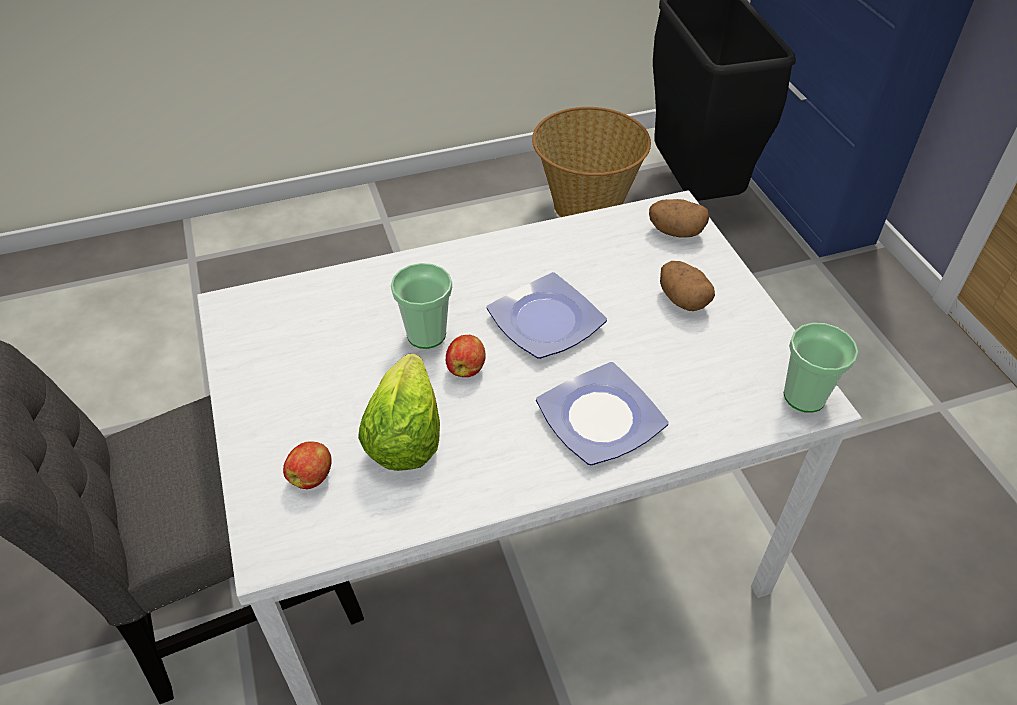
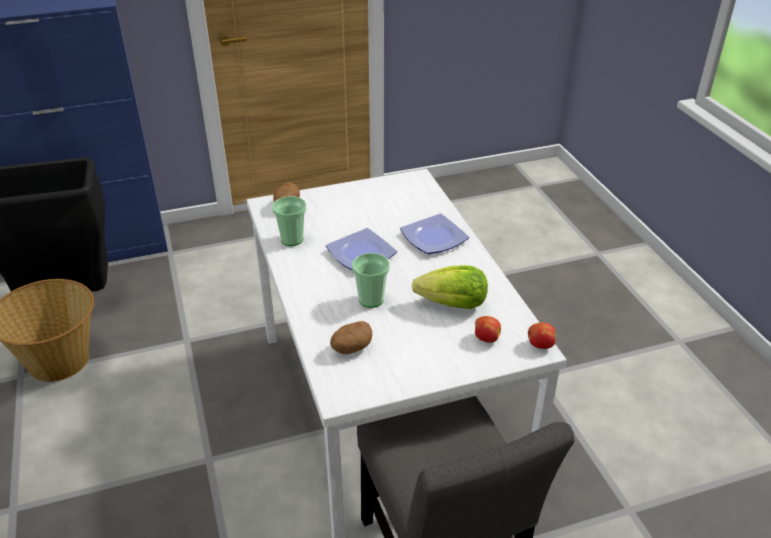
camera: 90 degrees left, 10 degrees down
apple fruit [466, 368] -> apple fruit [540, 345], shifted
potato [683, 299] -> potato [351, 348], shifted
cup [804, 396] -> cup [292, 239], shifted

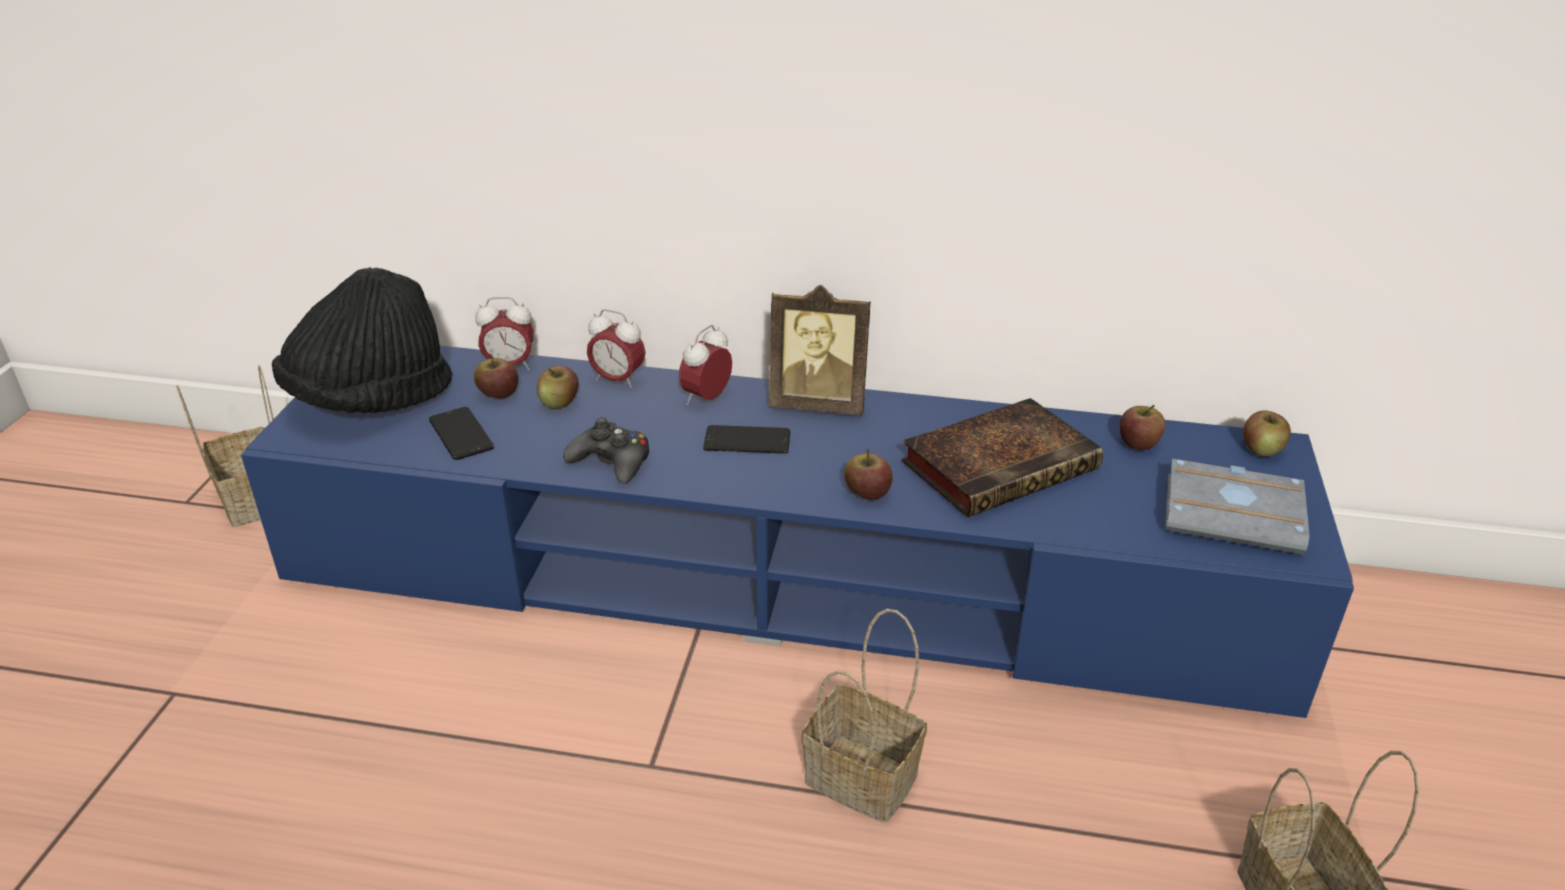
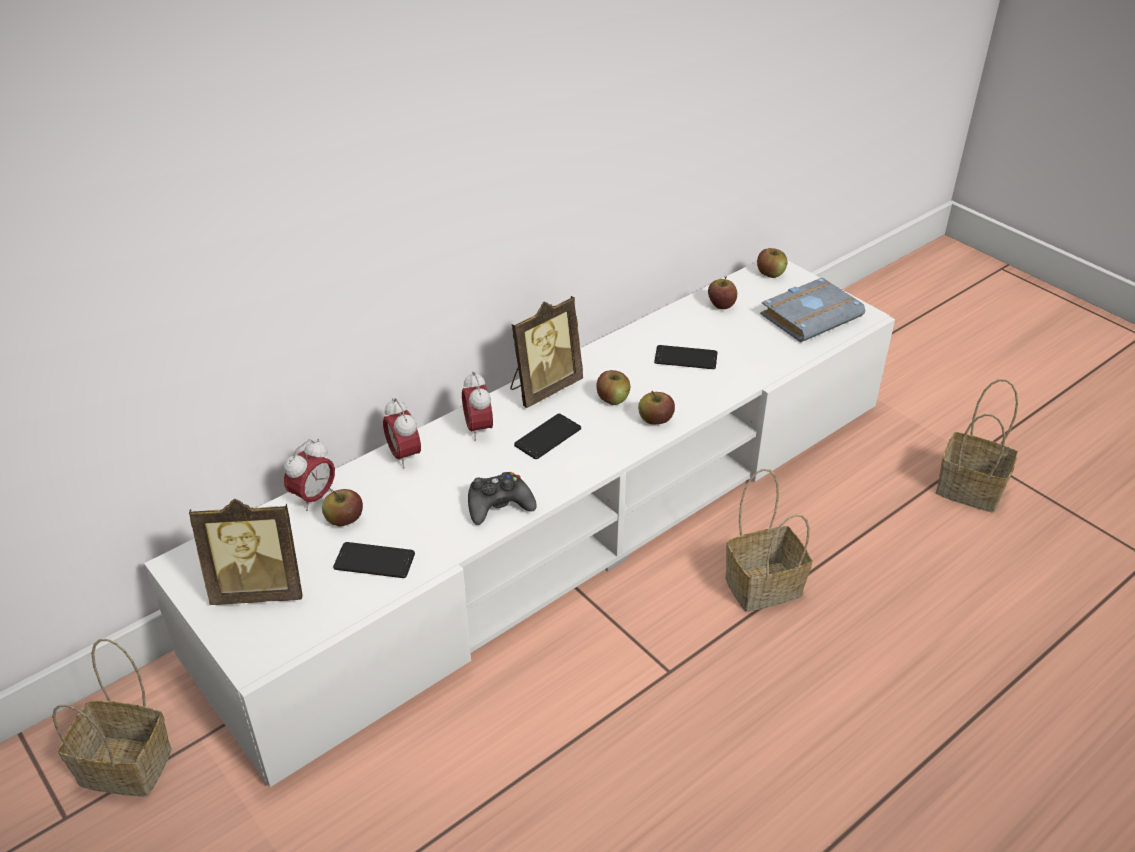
camera: 50 degrees left, 5 degrees up
blue-coloured tv unit [784, 576] -> white tv unit [569, 520]
blackish wearable hat [371, 398] -> standing frame [260, 589]
apple fruit [559, 403] -> apple fruit [613, 399], shifted
bedside clock [618, 380] -> bedside clock [404, 456], 90 degrees clockwise
volume [1002, 464] -> telephone [685, 358]

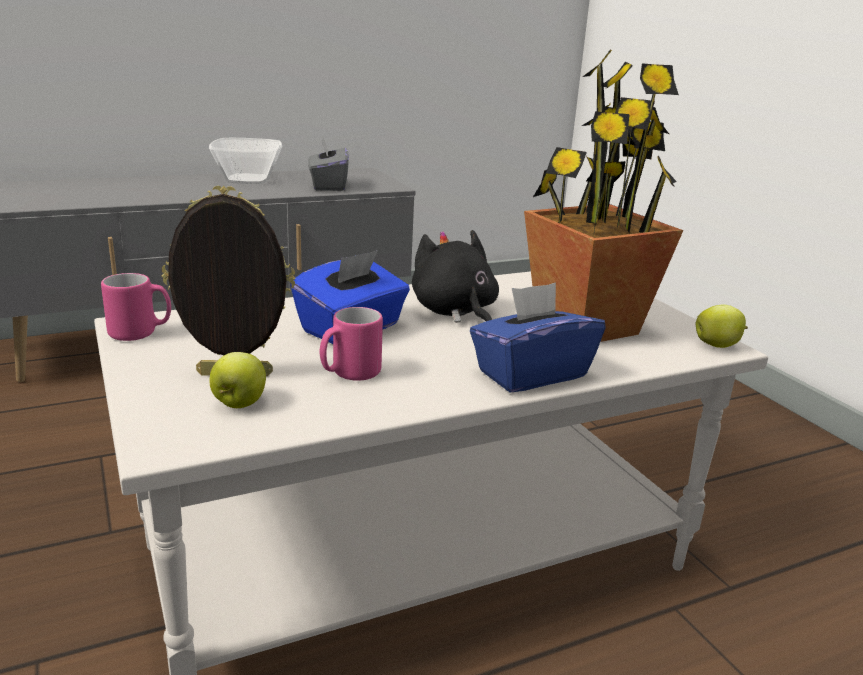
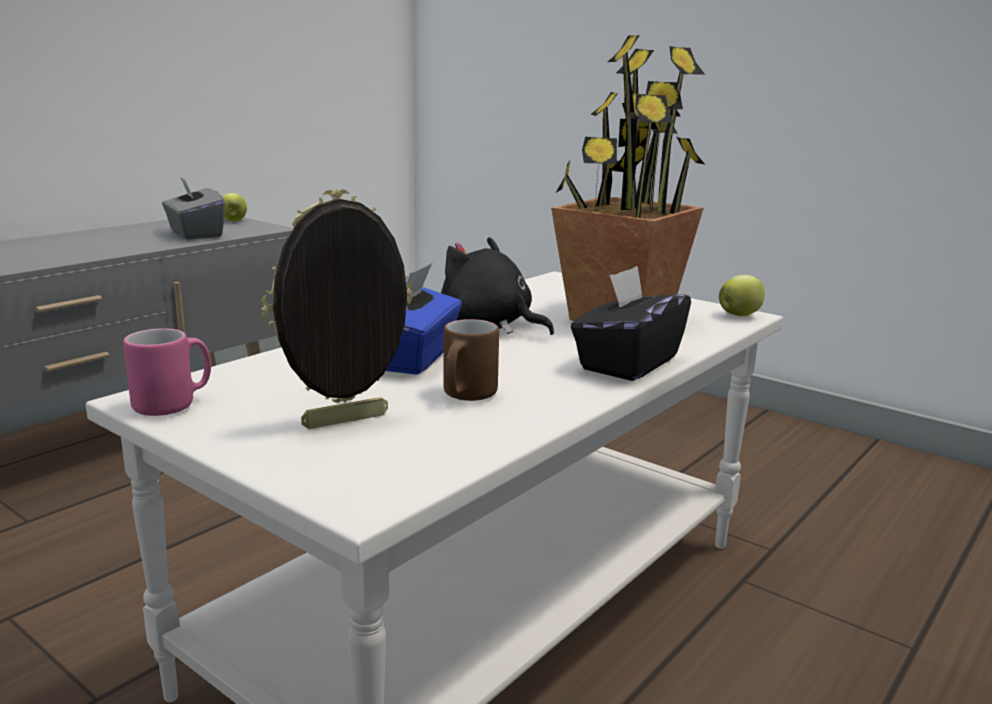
camera: 25 degrees left, 5 degrees down
deep dish [248, 180] -> none
apple fruit [239, 404] -> apple fruit [233, 220], shifted
pinkish coffee mug [349, 374] -> brownish coffee mug [466, 396]
blue-coloured tissue box [531, 374] -> blackish tissue box [627, 363]

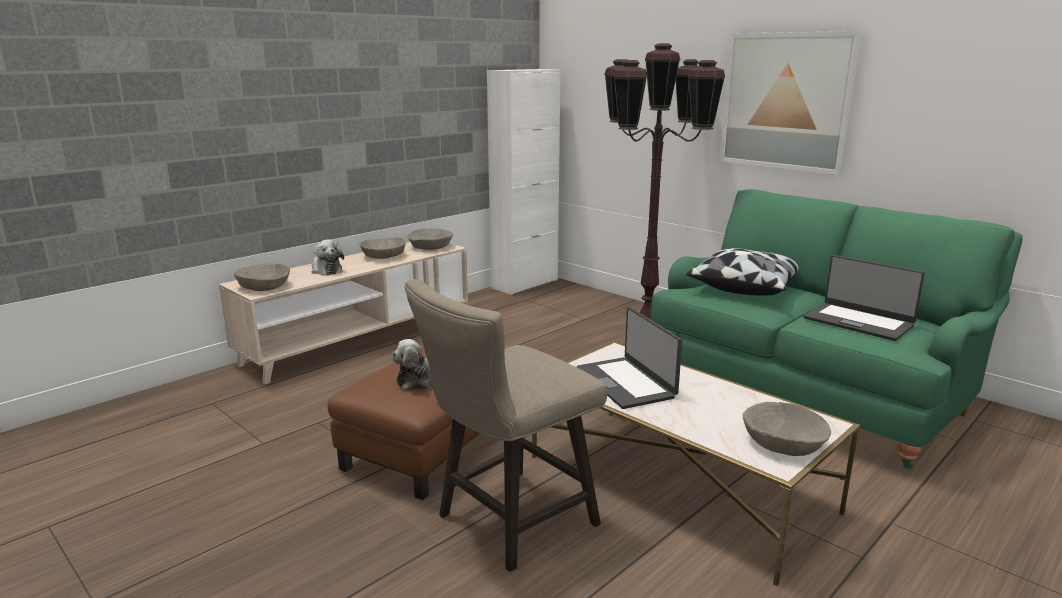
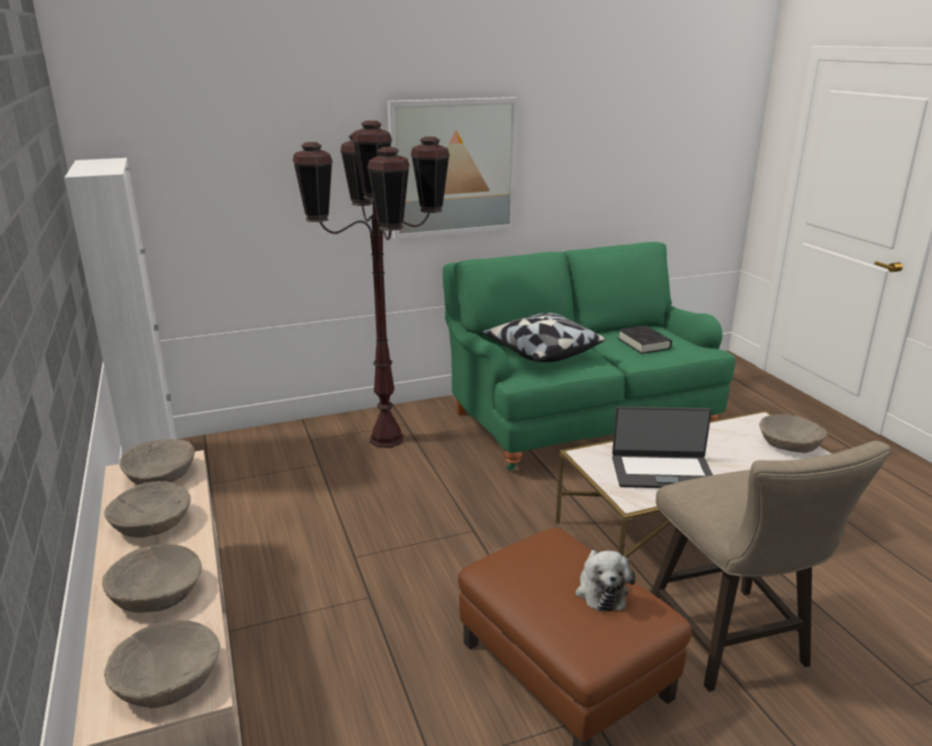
camera: 65 degrees left, 5 degrees up
cuddly toy [326, 270] -> sand-coloured deep dish [156, 593]
notebook computer [858, 321] -> blackish volume [644, 343]

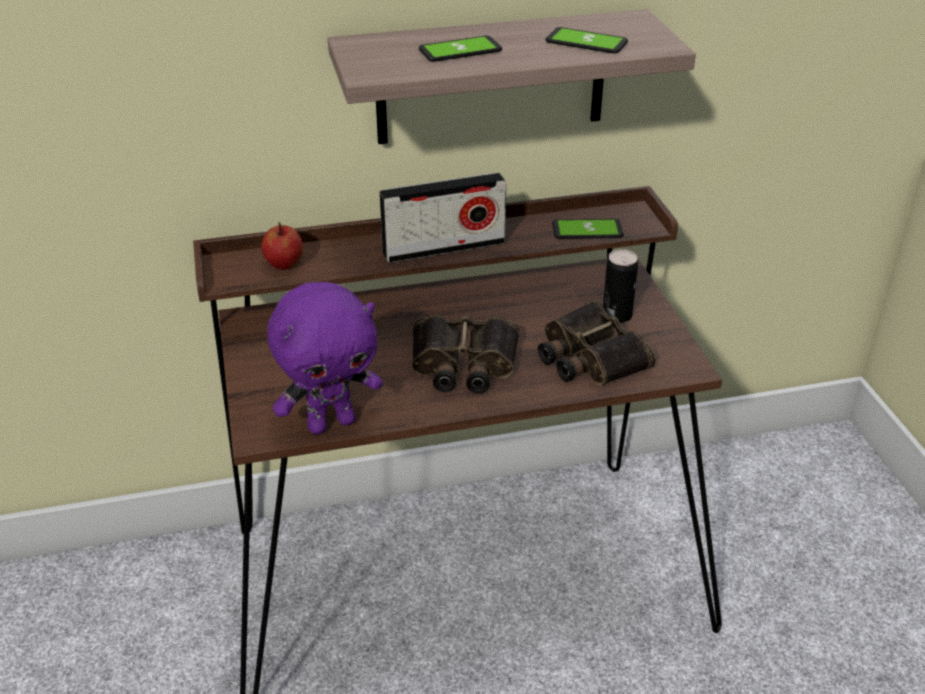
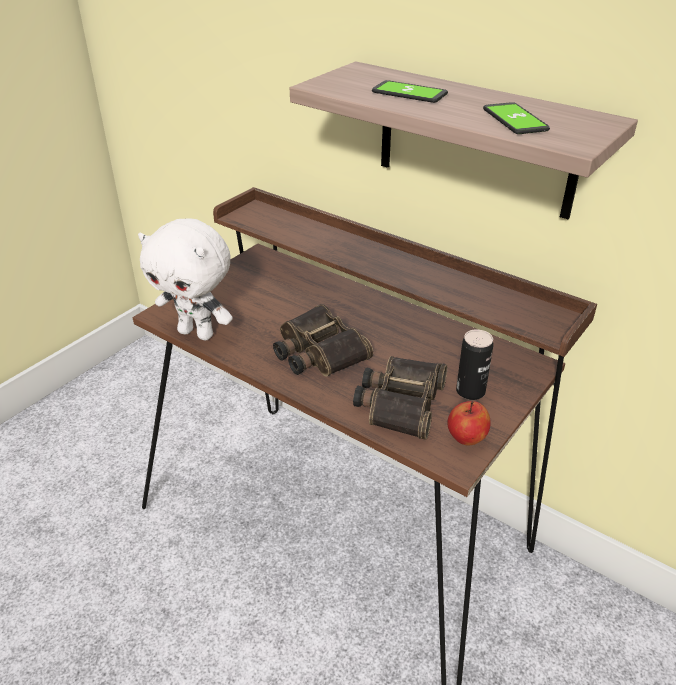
camera: 50 degrees right, 0 degrees up
apple fruit [284, 264] -> apple fruit [466, 438], shifted
purple-coloured cuddly toy [331, 423] -> white cuddly toy [197, 333]
radio set [444, 247] -> none
telephone [587, 230] -> none

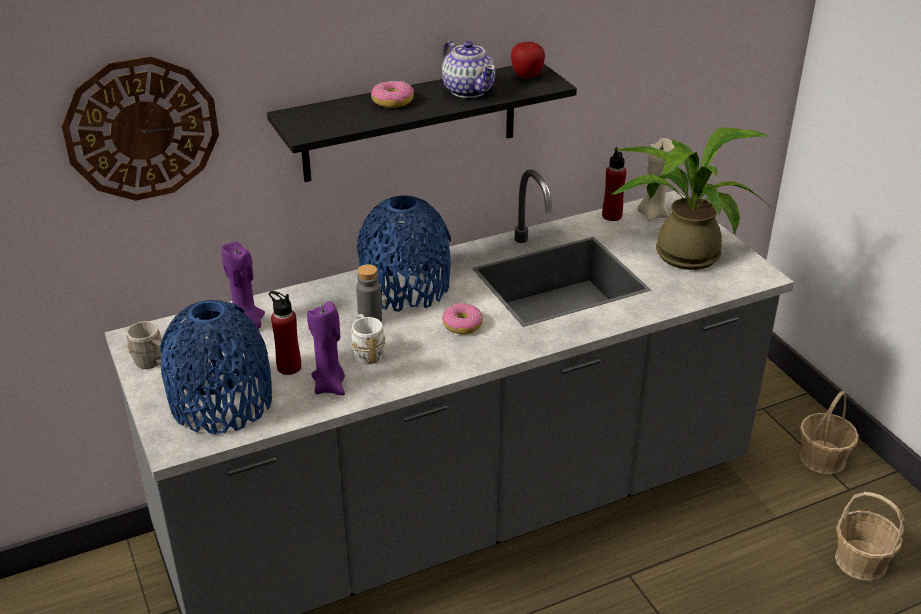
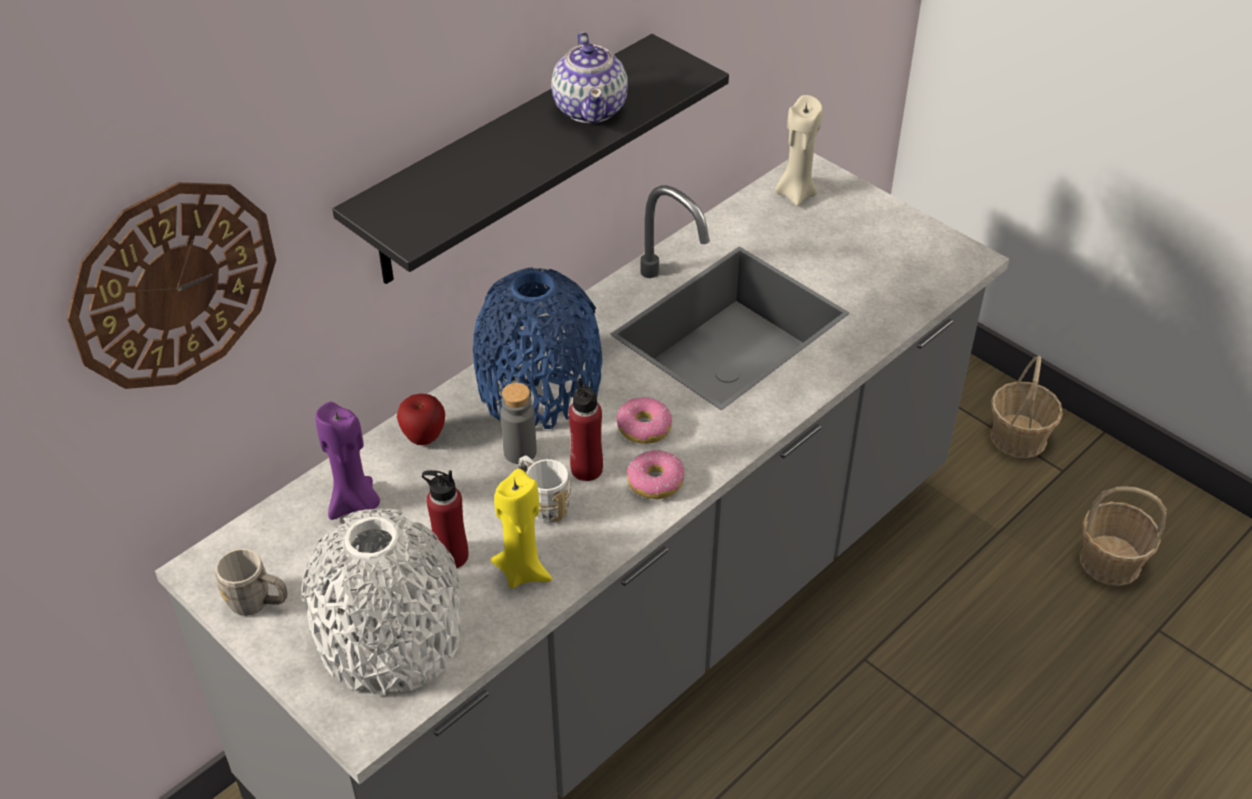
camera: 20 degrees left, 10 degrees up
blue-coloured vase [222, 402] -> white vase [390, 637]
purple-coloured wax candle [330, 386] -> yellowish wax candle [523, 570]
doughnut [393, 101] -> doughnut [655, 481], shifted
teapot [468, 90] -> teapot [591, 108], 45 degrees clockwise
apple fruit [527, 77] -> apple fruit [424, 437], shifted
reddish beverage bottle [612, 216] -> reddish beverage bottle [586, 469], shifted
plant in a pot [680, 252] -> none

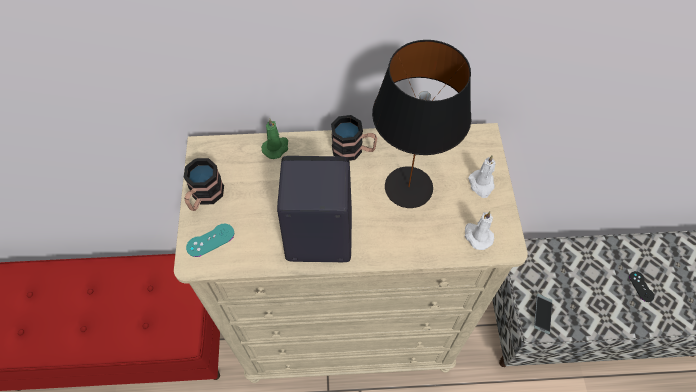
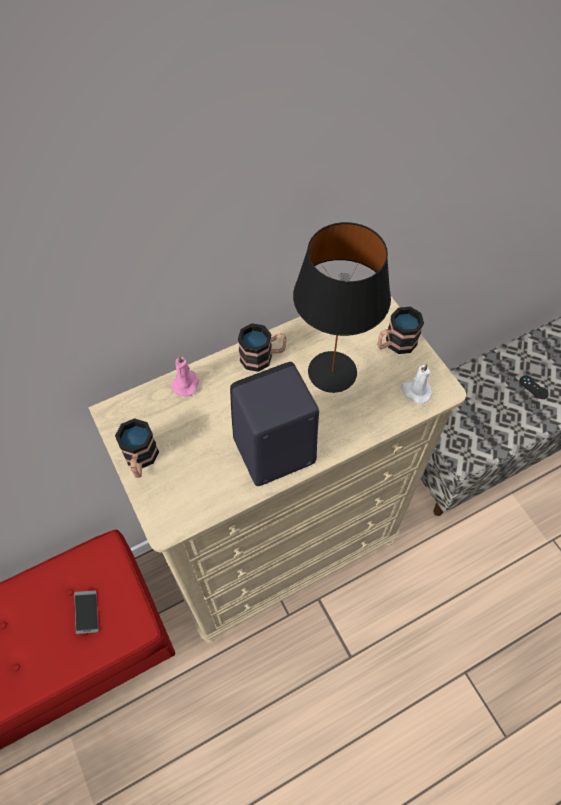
camera: 25 degrees left, 0 degrees up
turquoise gamepad [210, 240] -> none
green-coloured wax candle [276, 147] -> pinkish wax candle [186, 383]
white wax candle [481, 184] -> coffee mug [395, 344]
telephone [541, 315] -> telephone [87, 613], shifted

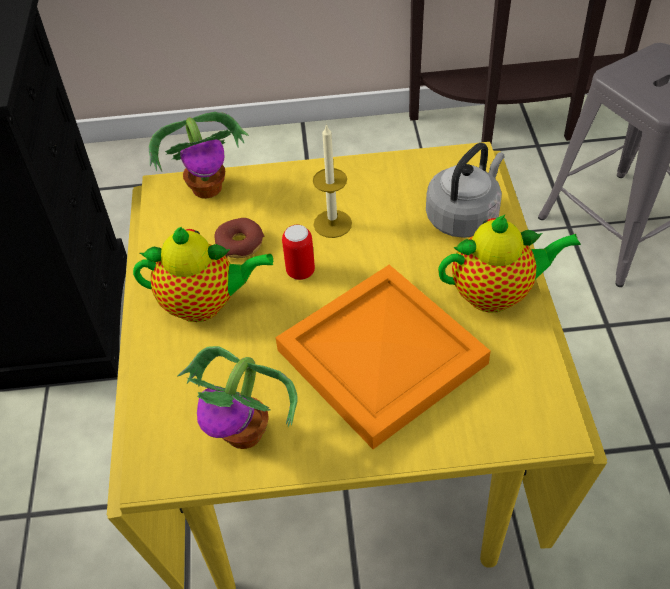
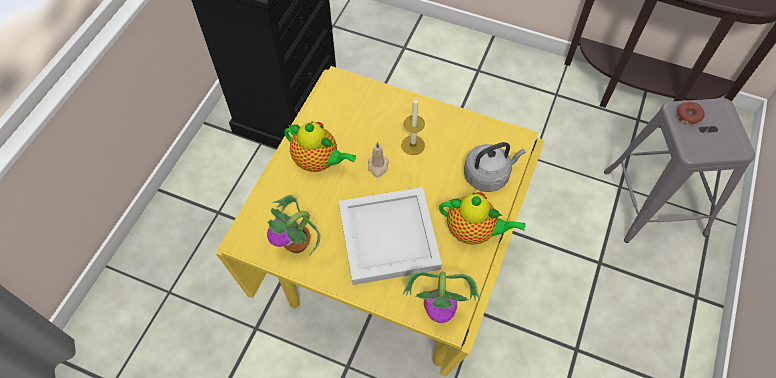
camera: 25 degrees right, 10 degrees up
plant in a pot [208, 188] -> plant in a pot [439, 308], shifted
doughnut [240, 244] -> doughnut [688, 115], shifted
orangey serving tray [382, 354] -> white serving tray [389, 235]
metal can [300, 271] -> sand-coloured wax candle [378, 166]

